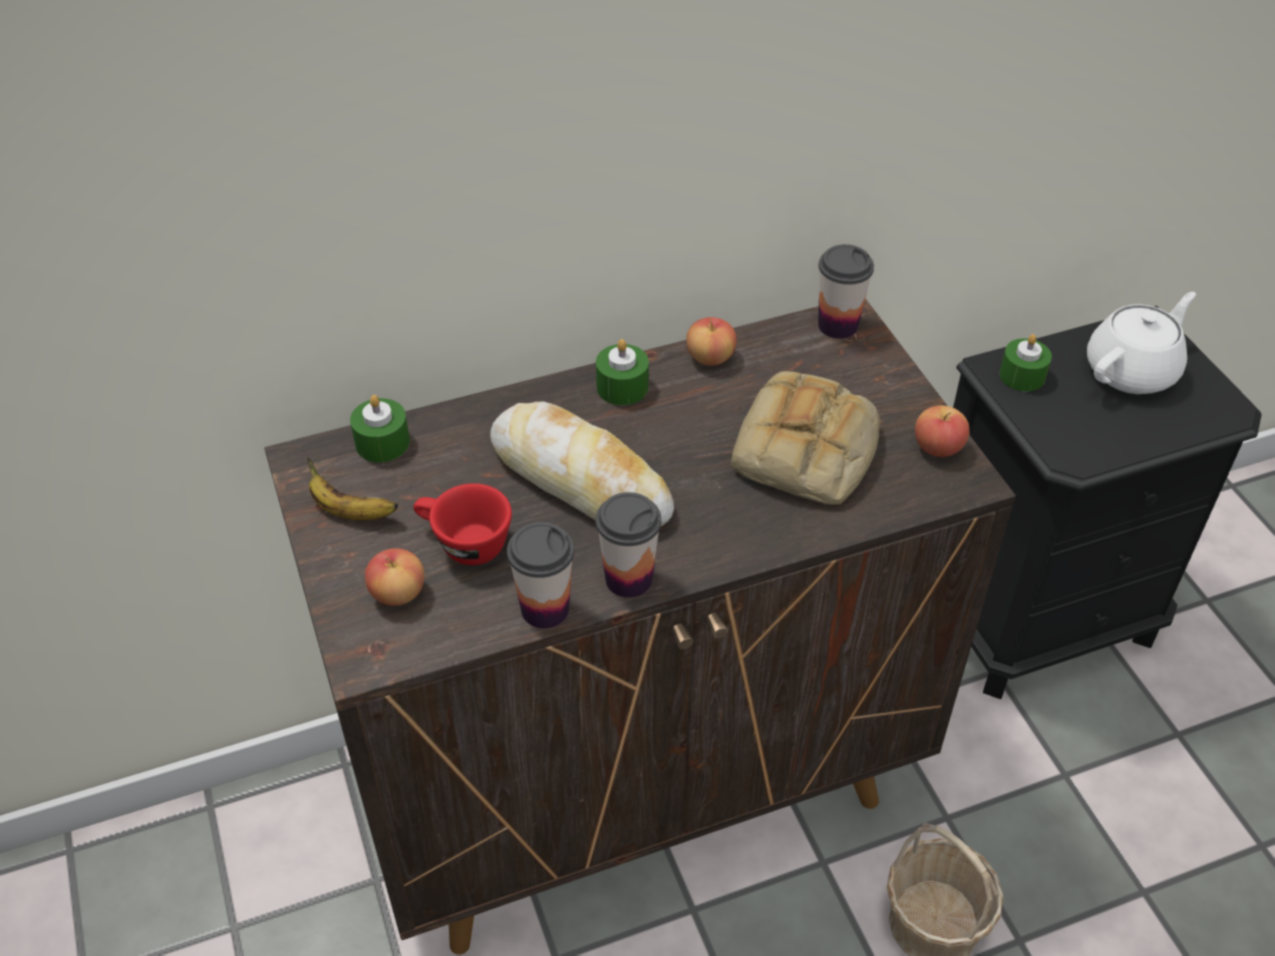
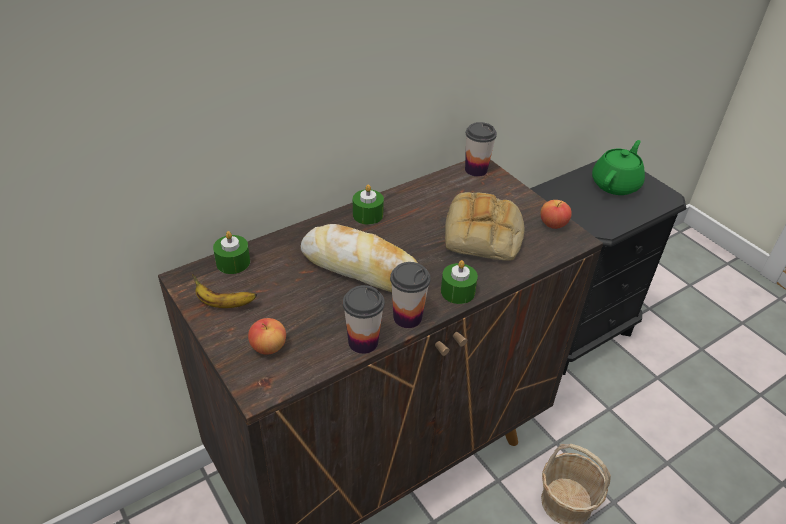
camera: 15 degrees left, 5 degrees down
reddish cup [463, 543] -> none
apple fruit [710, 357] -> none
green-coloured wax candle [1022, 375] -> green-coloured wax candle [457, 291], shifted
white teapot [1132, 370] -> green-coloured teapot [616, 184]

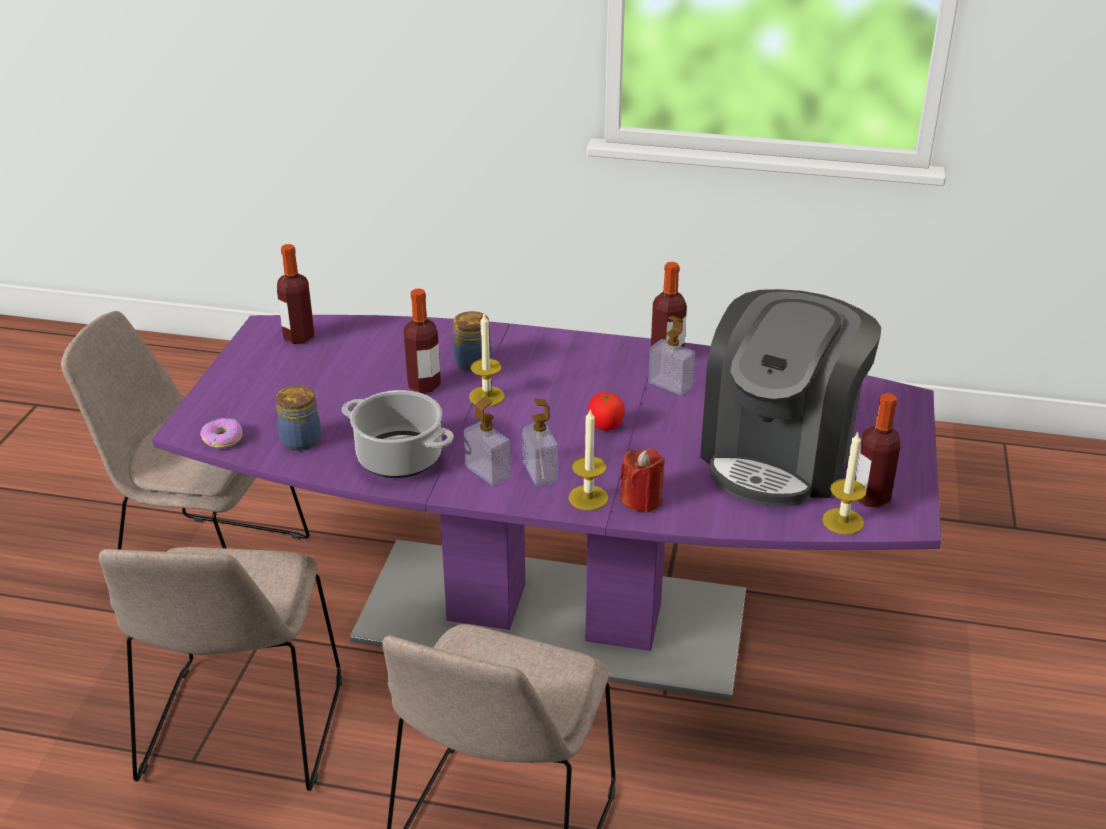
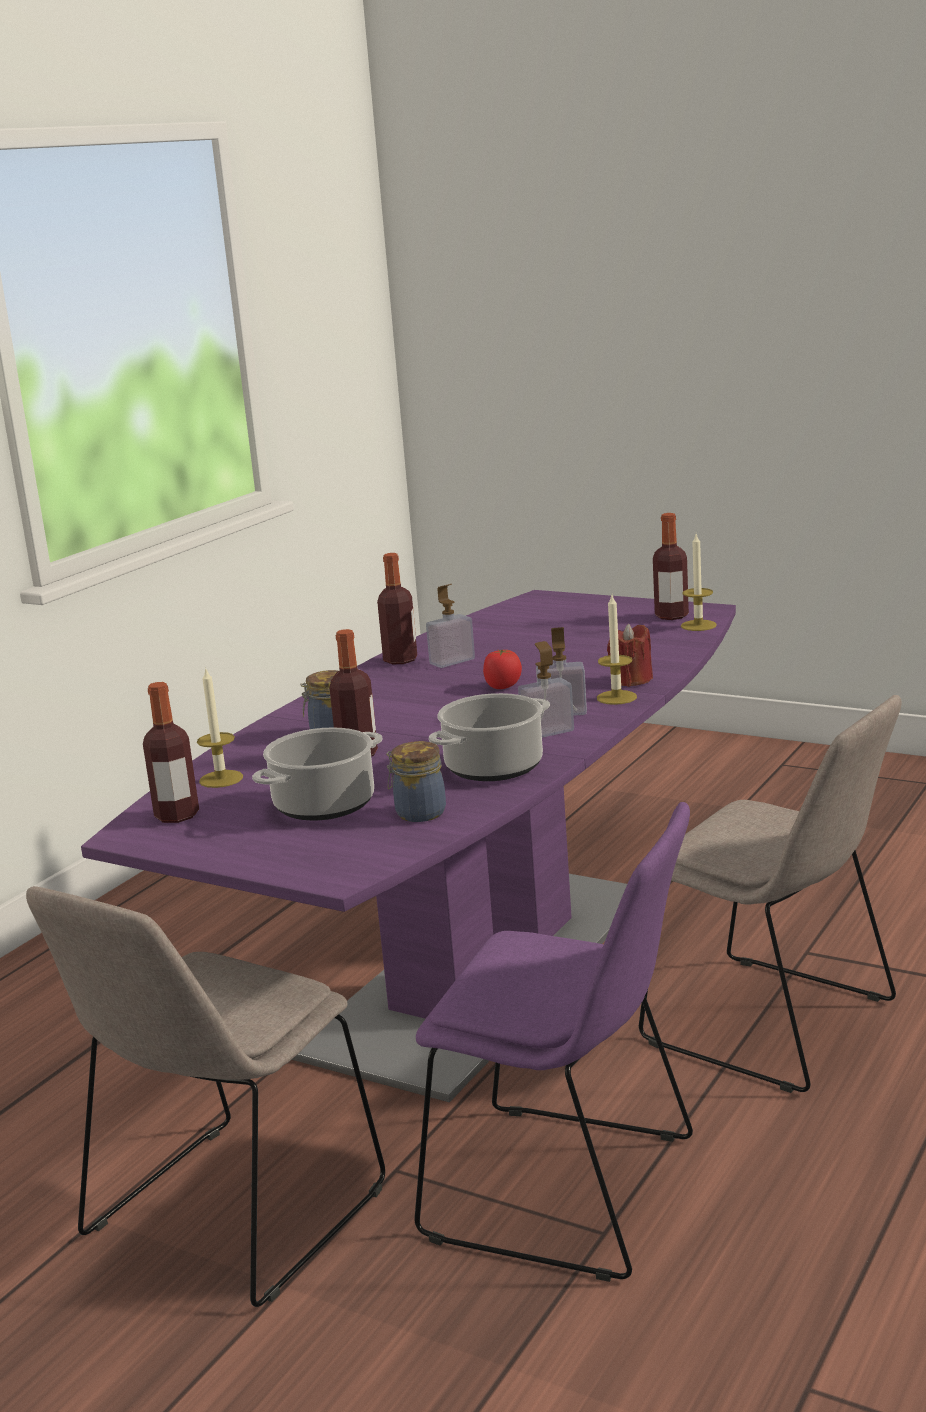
camera: 70 degrees left, 15 degrees down
sand-coloured plain chair [242, 733] -> purple-coloured plain chair [570, 1191]
doughnut [222, 438] -> none
wax candle [487, 396] -> wax candle [221, 779], shifted
coffee machine [780, 455] -> none
none -> stockpot [325, 804]

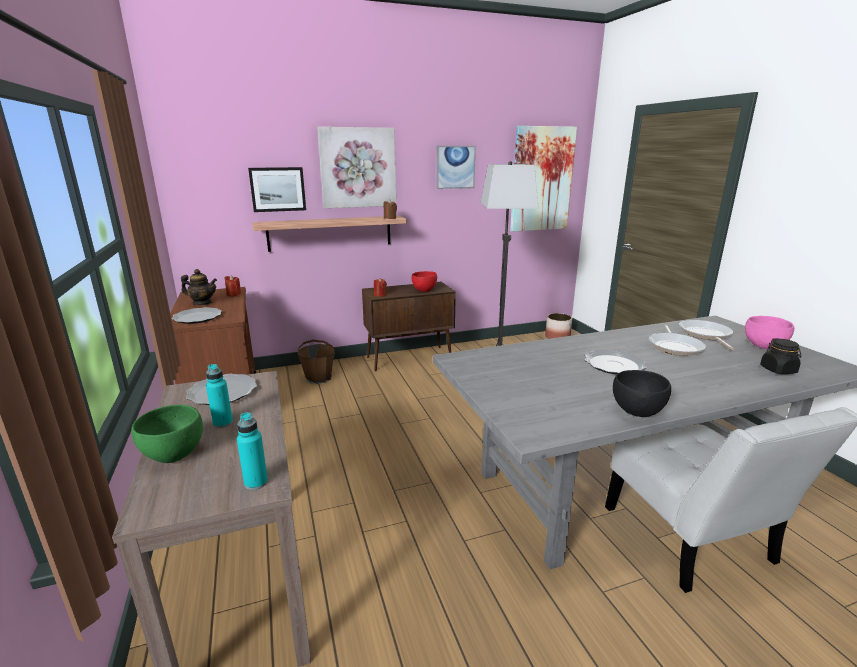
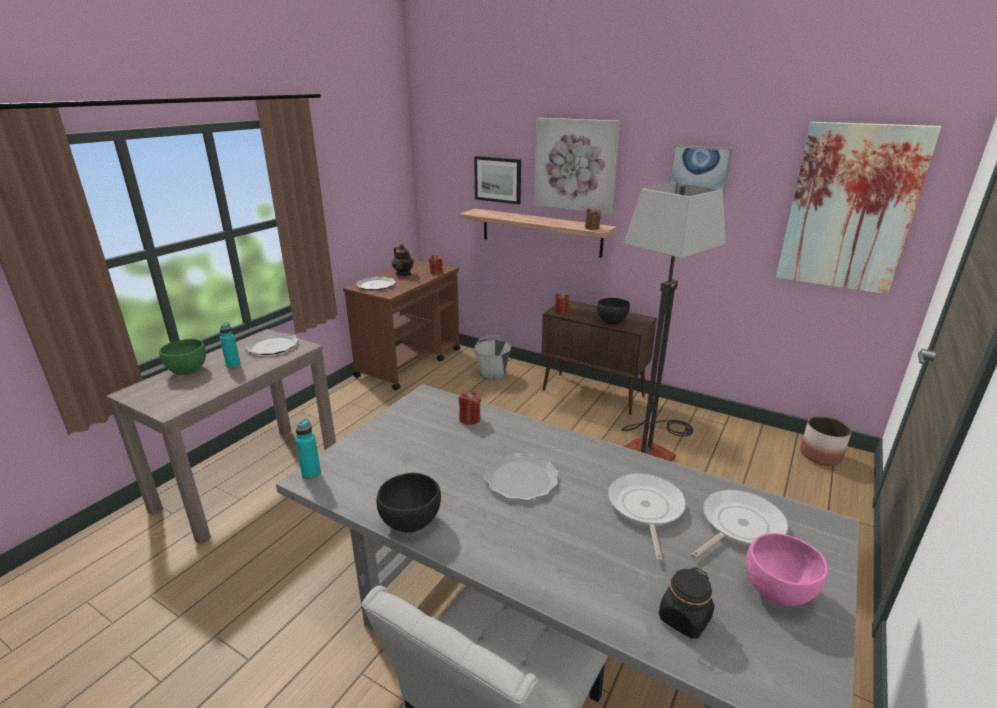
camera: 50 degrees right, 5 degrees up
turquoise beverage bottle [256, 482] -> turquoise beverage bottle [311, 474], shifted
brownish water bucket [319, 378] -> grey water bucket [492, 374]
reddish deep dish [424, 290] -> blackish deep dish [612, 322]
pan [674, 346] -> pan [645, 508], 120 degrees clockwise
none -> reddish wax candle [469, 419]

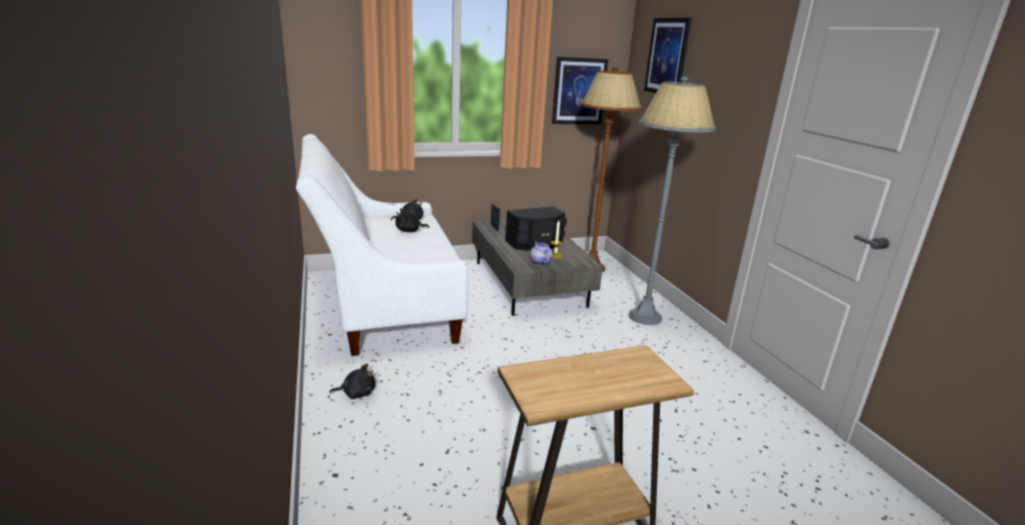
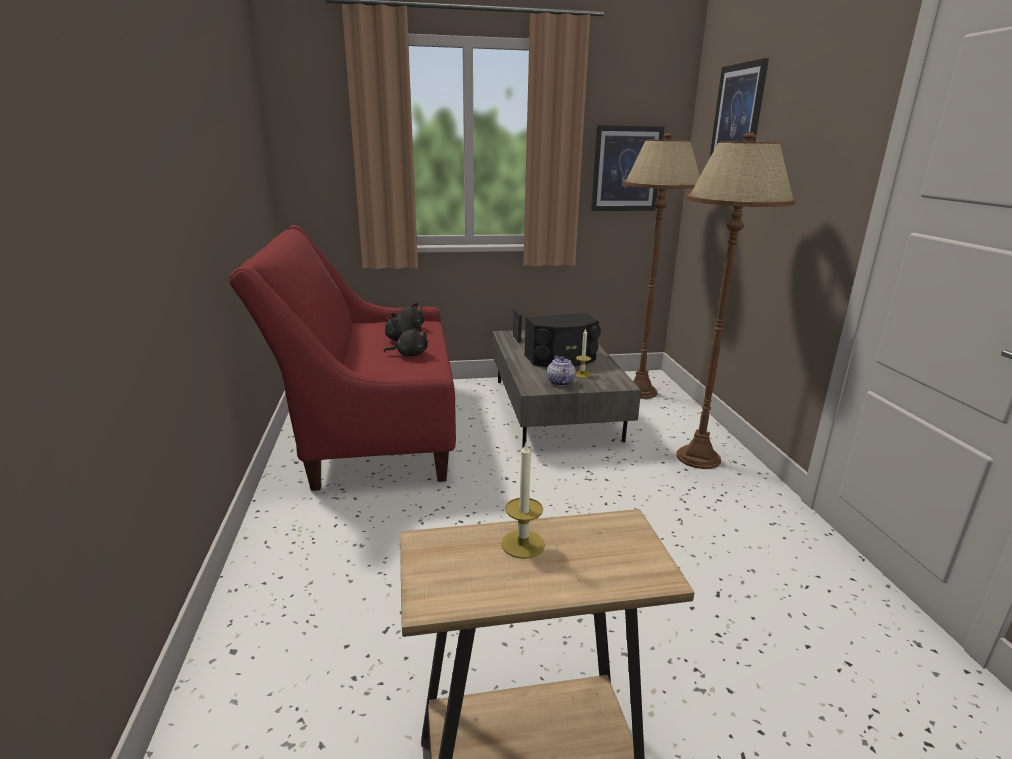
camera: 10 degrees right, 0 degrees up
white couch [382, 305] -> reddish couch [370, 429]
blackish cuddly toy [357, 393] -> blackish cuddly toy [409, 354], shifted
grey standard lamp [645, 317] -> brownish standard lamp [698, 458]
none -> wax candle [523, 544]

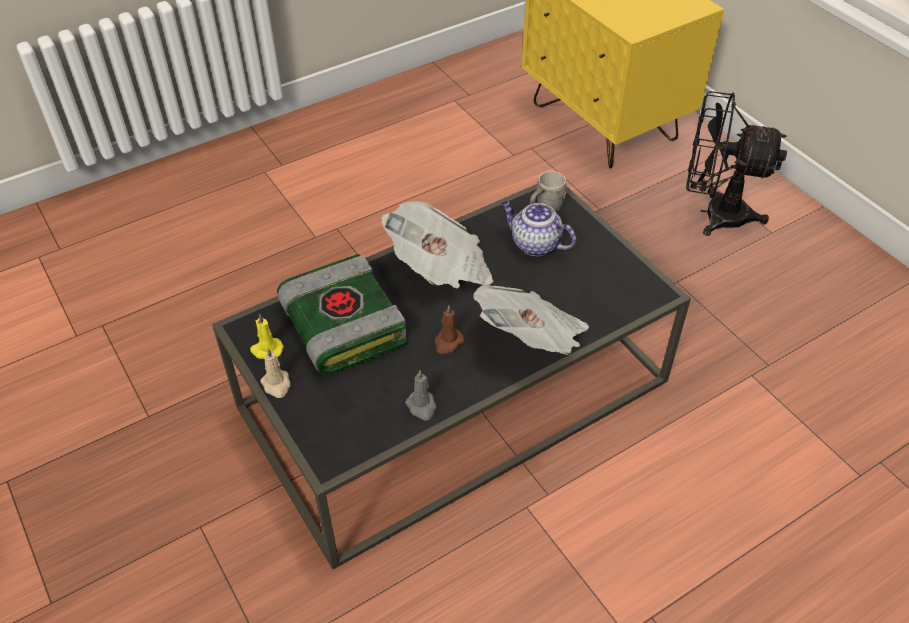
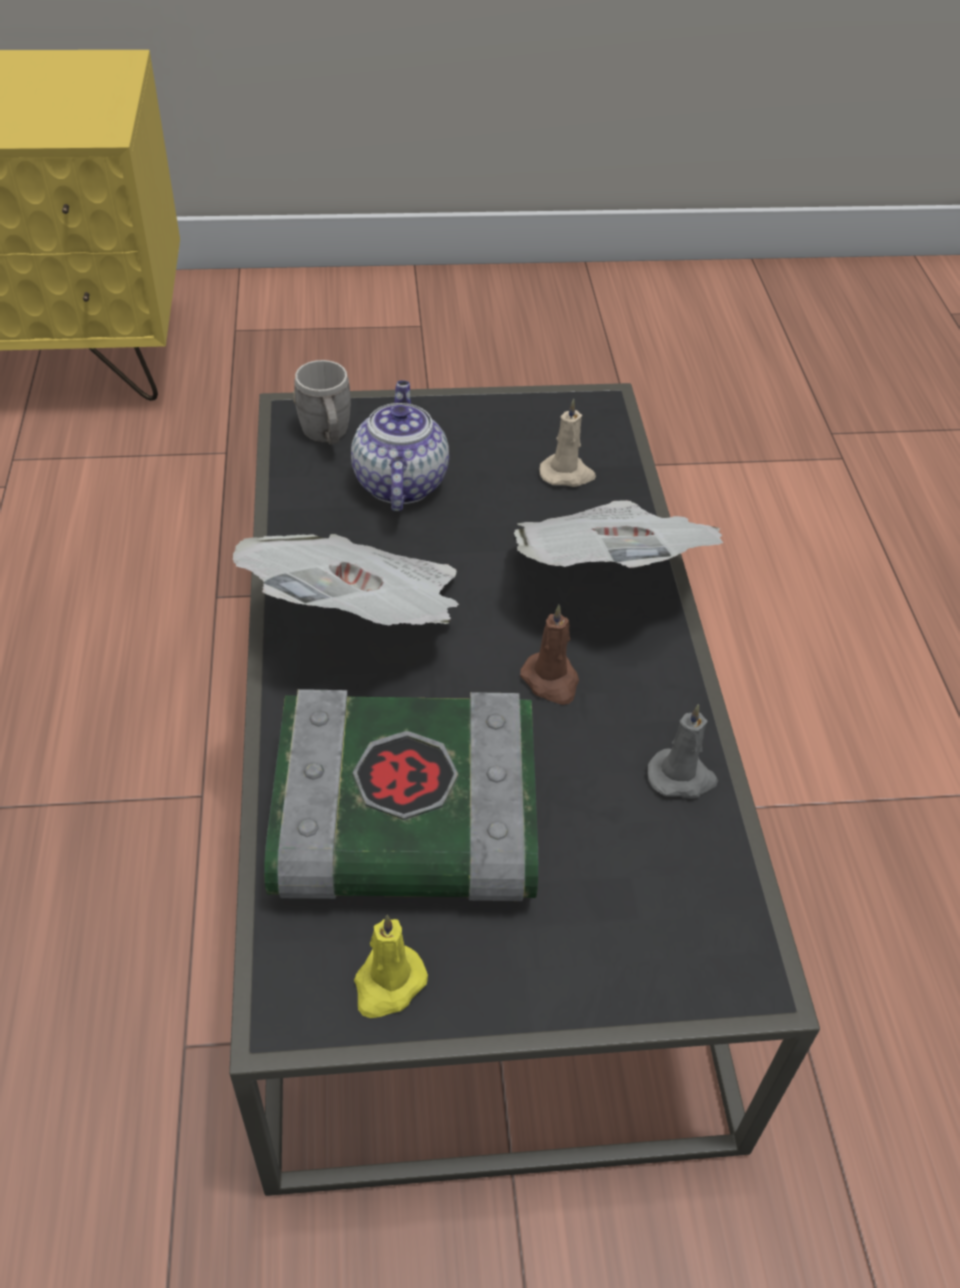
camera: 65 degrees left, 0 degrees up
sand-coloured wax candle [277, 385] -> sand-coloured wax candle [567, 474], shifted
teapot [534, 244] -> teapot [399, 482], 120 degrees clockwise
blackish cooling fan [713, 214] -> none

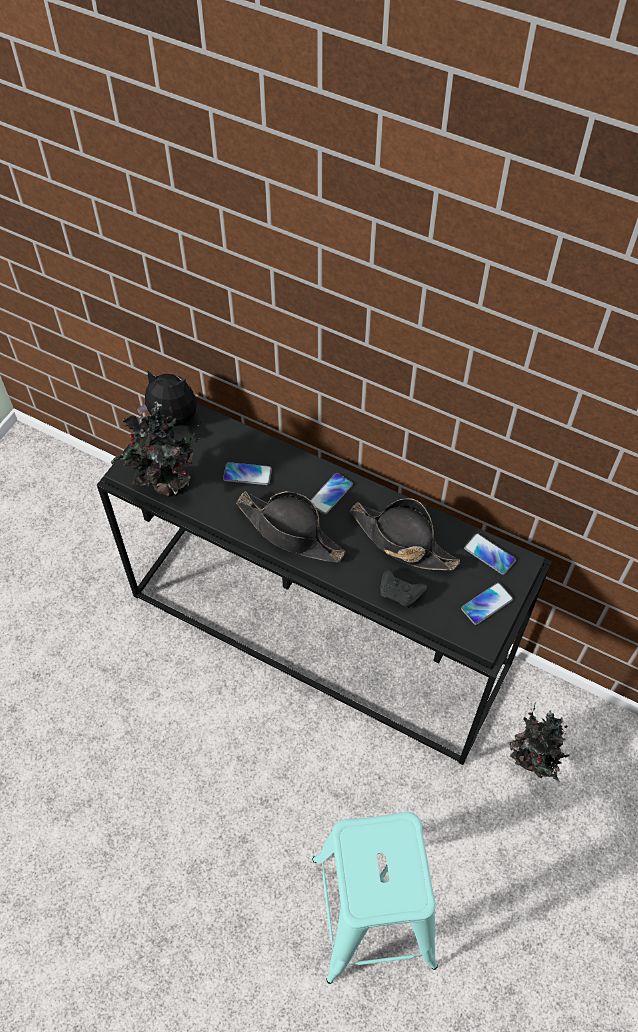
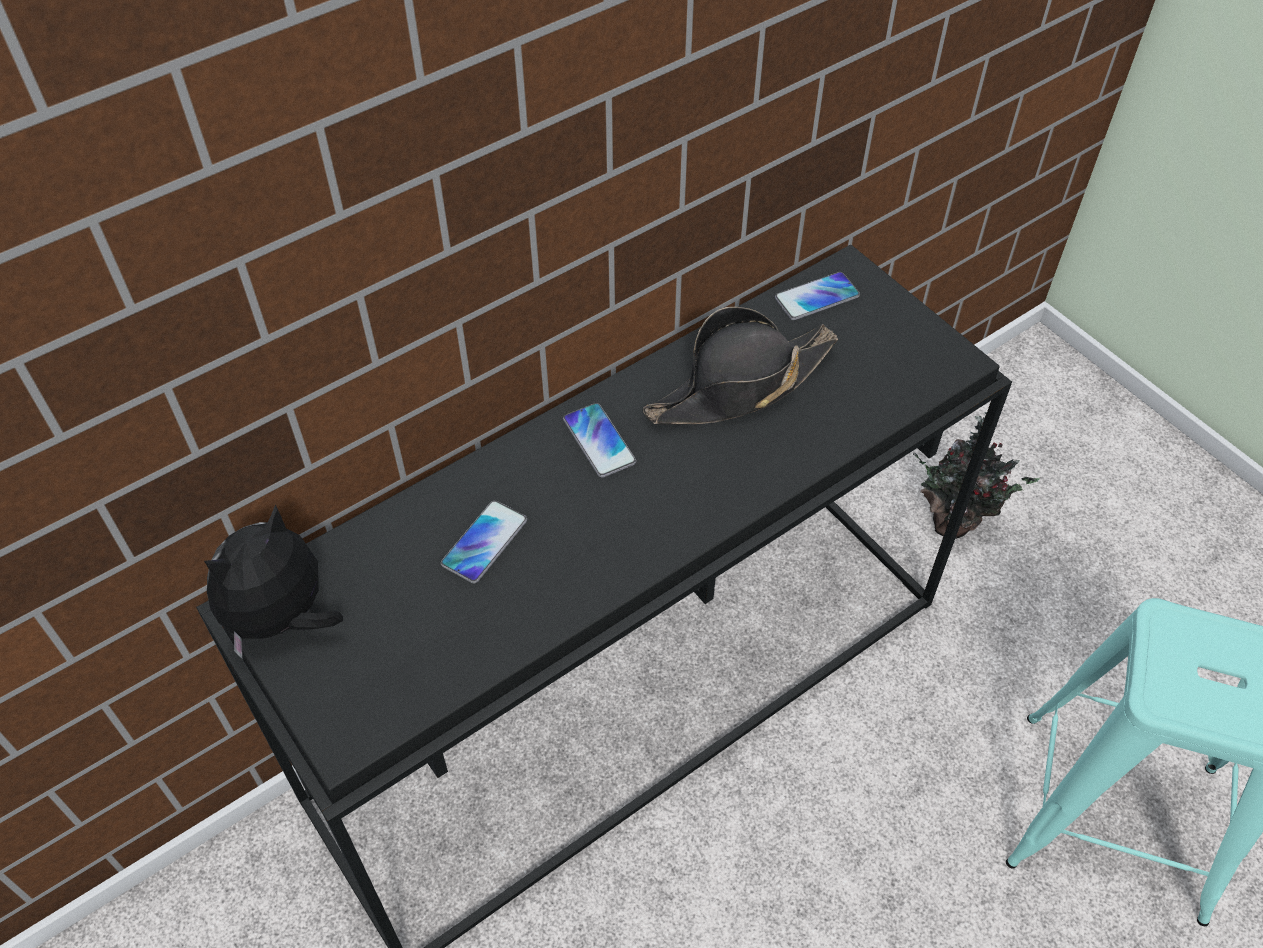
camera: 65 degrees left, 5 degrees down
plant in a pot [166, 487] -> none
blackish wearable hat [291, 532] -> none
blackish gamepad [401, 593] -> none
telephone [486, 604] -> none

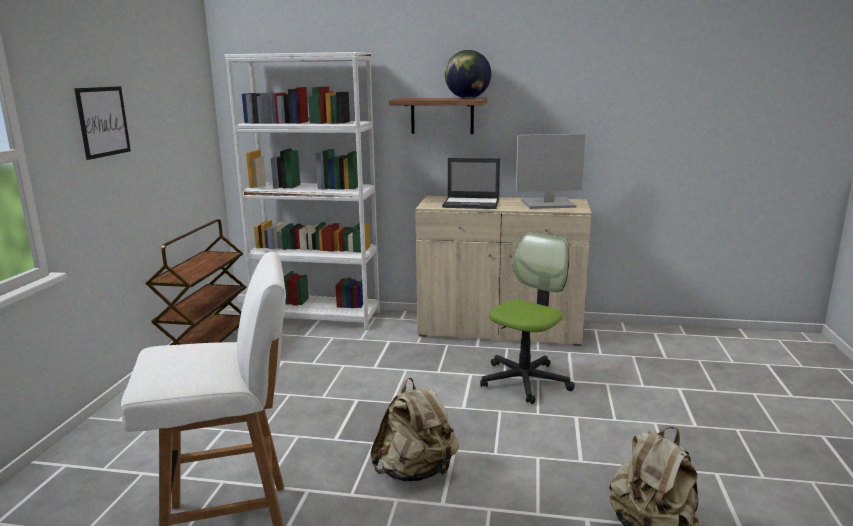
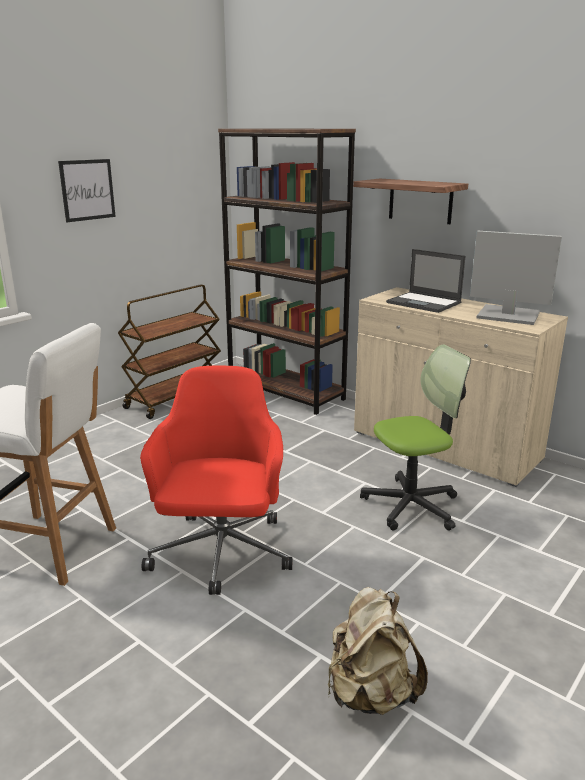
camera: 30 degrees right, 5 degrees up
white bookcase [317, 317] -> brownish bookcase [286, 392]
sand-coloured rucksack [416, 471] -> reddish office chair [221, 554]
globe [467, 98] -> none

